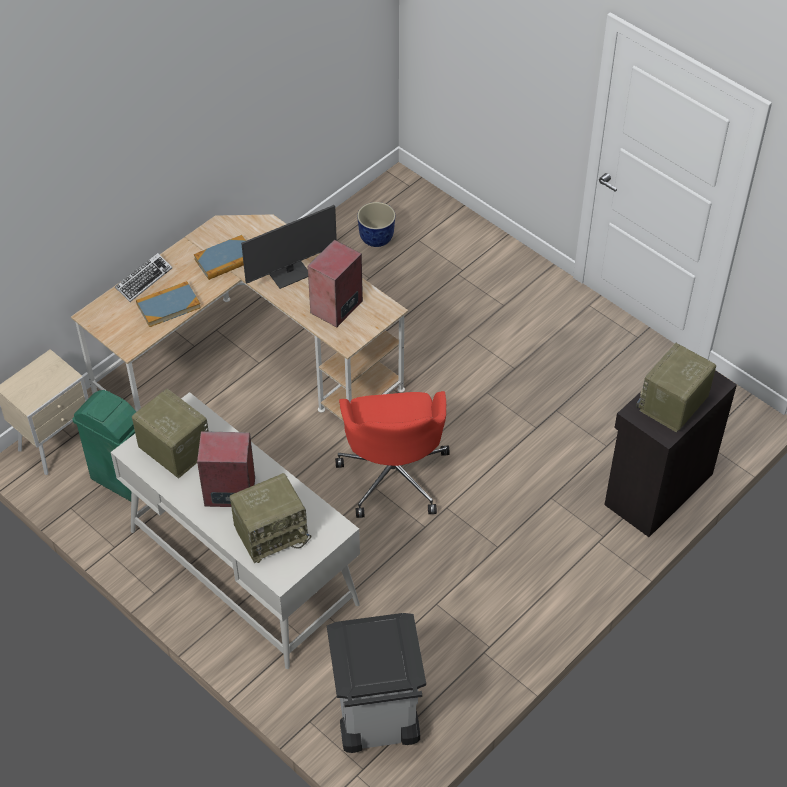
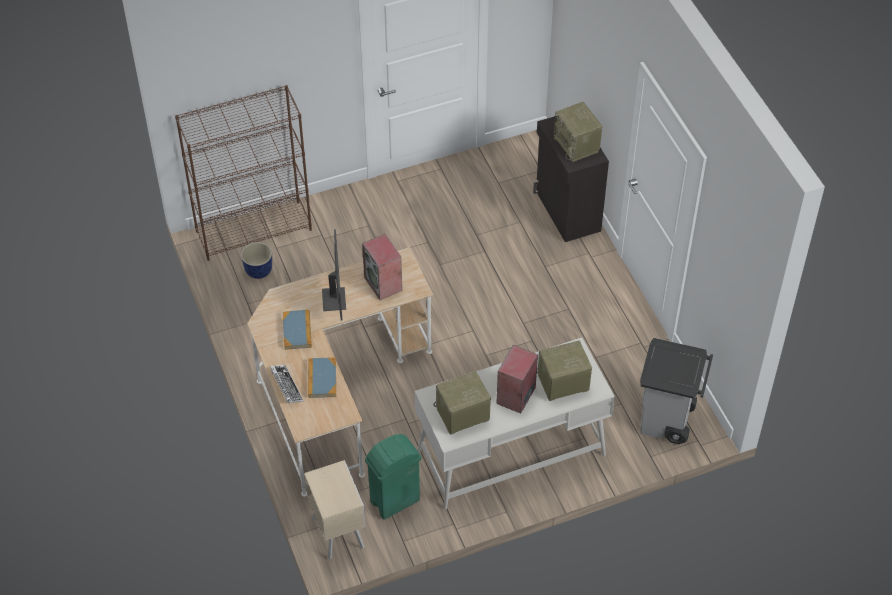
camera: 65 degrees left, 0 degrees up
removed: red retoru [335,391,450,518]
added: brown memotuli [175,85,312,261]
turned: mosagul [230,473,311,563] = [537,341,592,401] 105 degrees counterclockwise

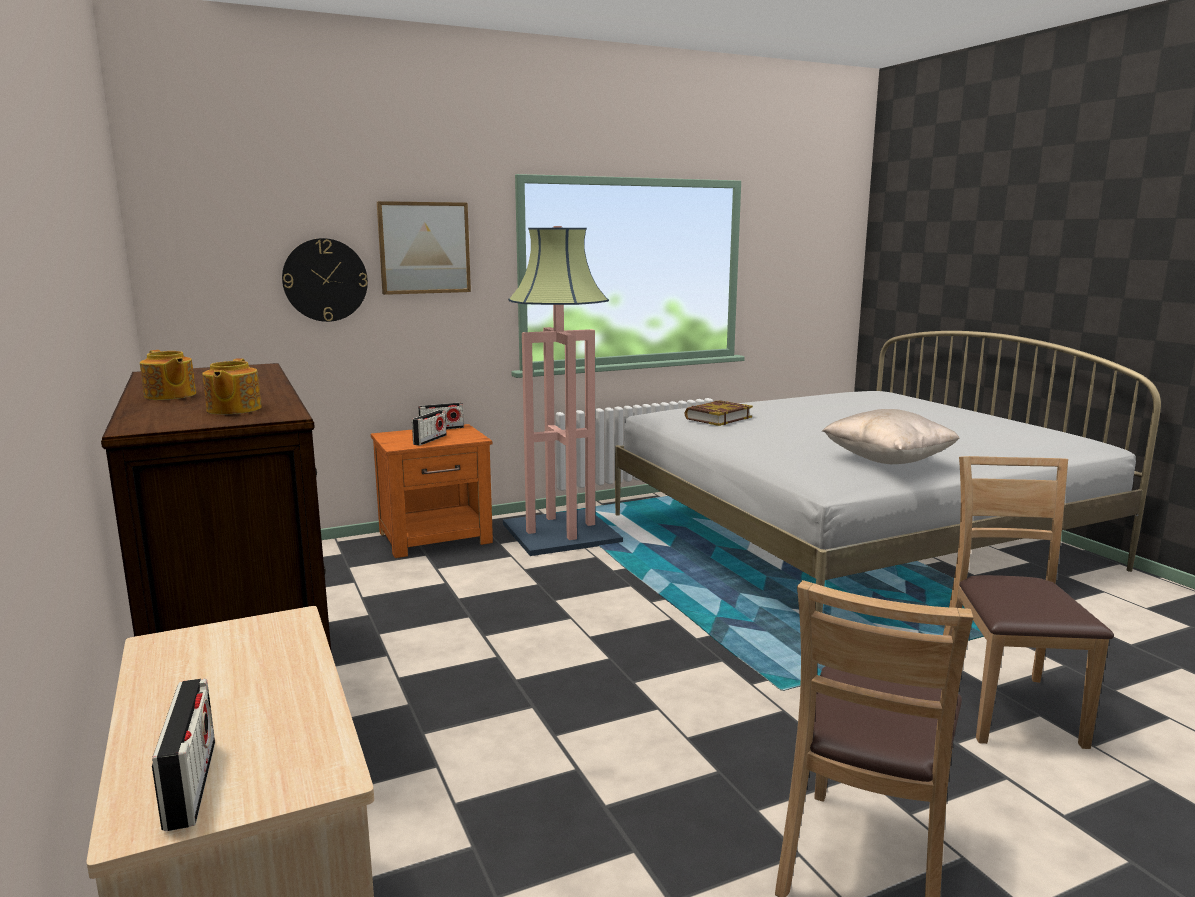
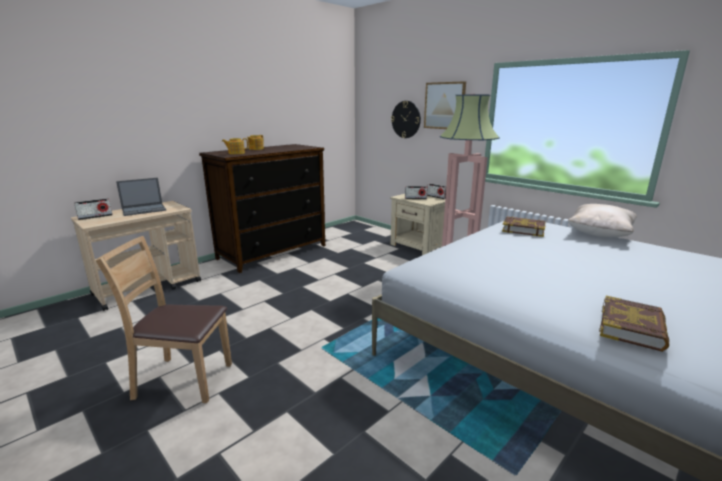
camera: 70 degrees right, 5 degrees up
removed: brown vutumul [943,456,1114,749]
added: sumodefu [116,178,166,216]; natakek [599,296,669,352]
moved: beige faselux [822,409,959,464] to [567,204,637,237]
recoloured: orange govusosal [371,424,493,558] to beige govusosal [390,194,445,255]

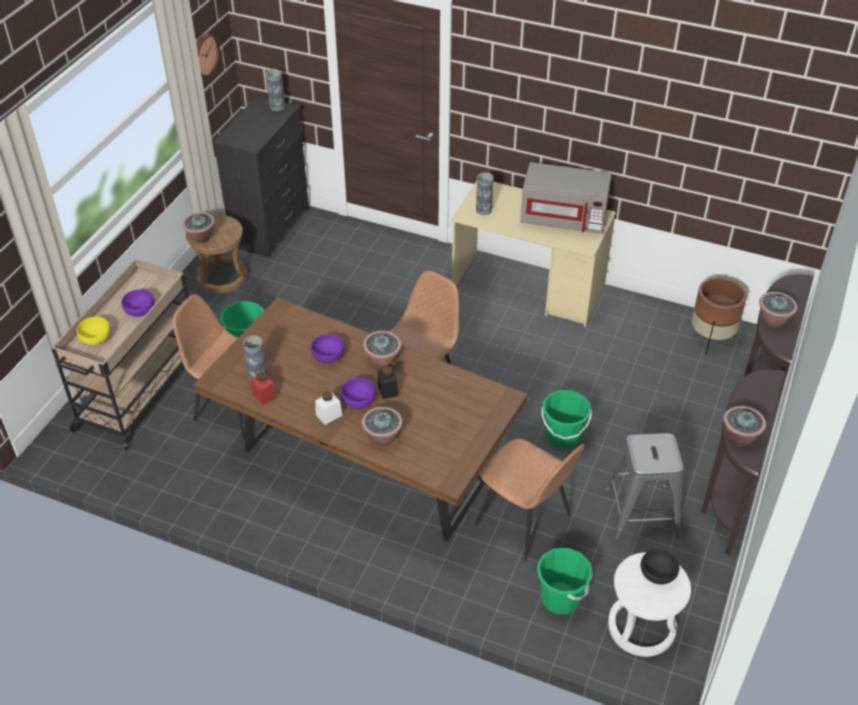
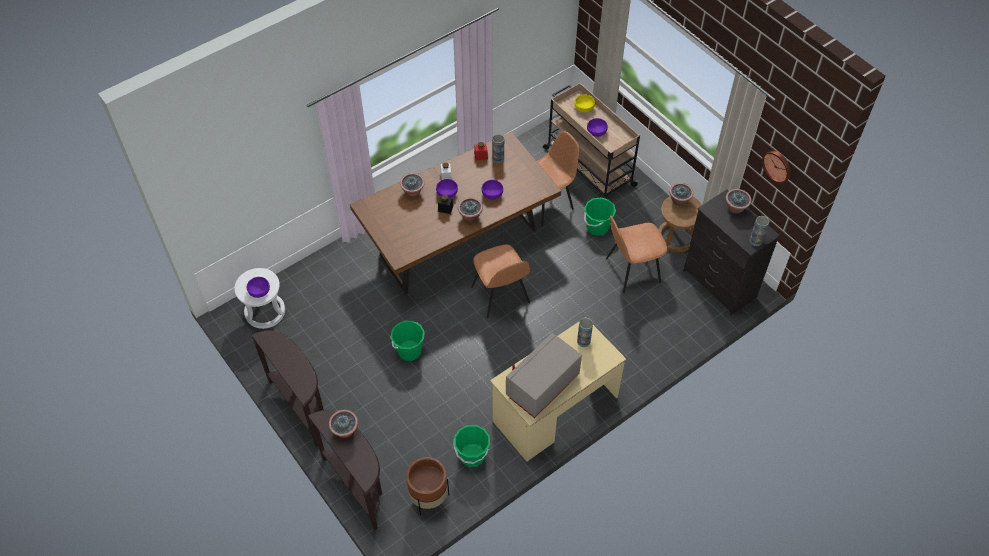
camera: 120 degrees right, 10 degrees up
removed: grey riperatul [605,433,684,540]
moved: brown vutumul [475,438,585,560] to [606,215,668,293]; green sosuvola [537,548,593,614] to [453,425,490,467]; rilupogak [723,406,766,446] to [726,189,751,214]
recoloured: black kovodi [641,549,680,584] to purple kovodi [247,277,270,298]

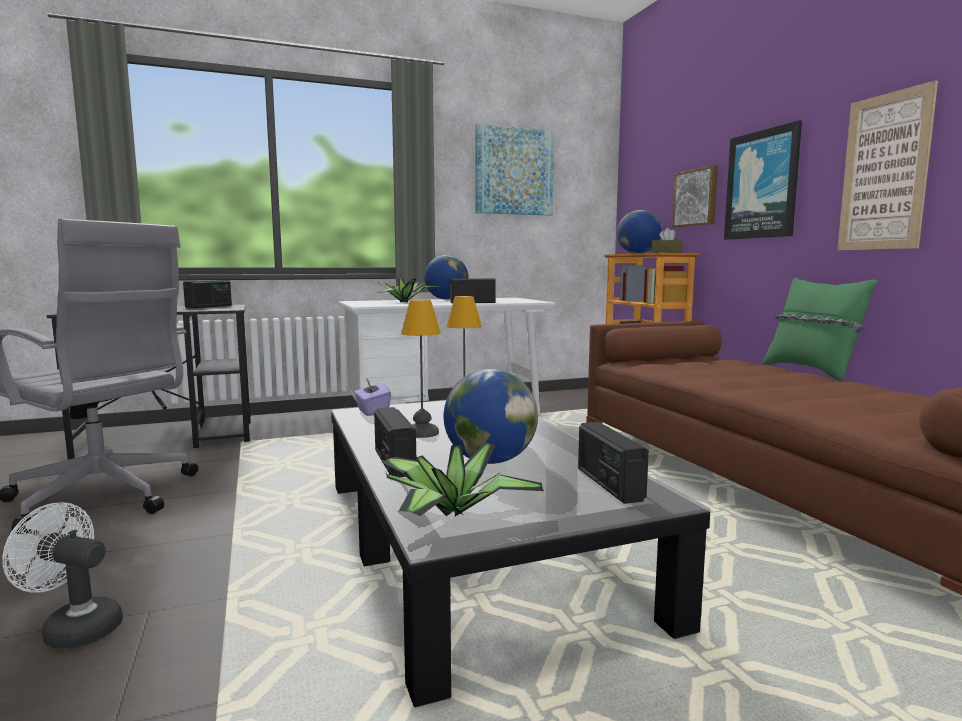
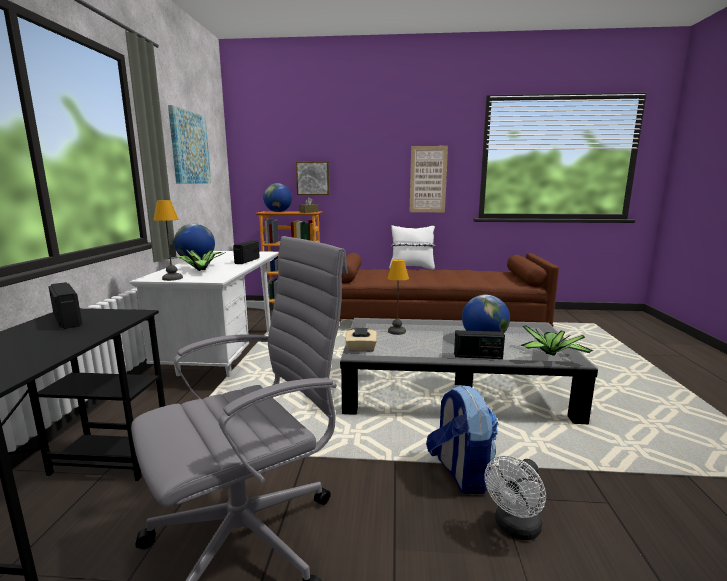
camera: 65 degrees left, 5 degrees up
removed: mosagul [578,422,649,504]; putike [724,120,802,240]
added: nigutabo [426,385,498,494]
moved: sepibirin [401,299,441,438] to [153,200,183,281]
recoloured: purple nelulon [354,378,391,416] to beige nelulon [345,327,377,352]; green faselux [762,277,877,381] to white faselux [389,225,436,270]

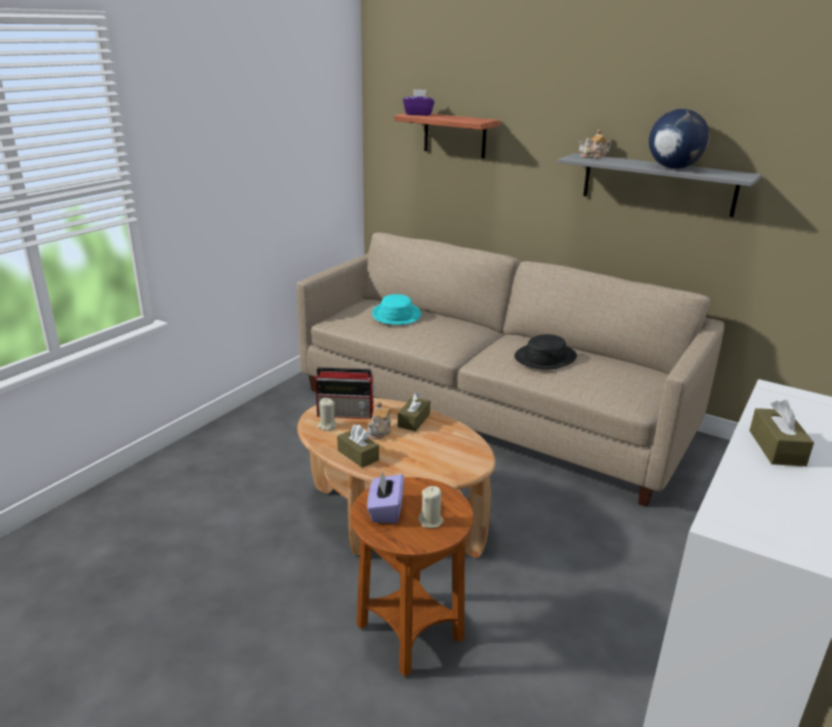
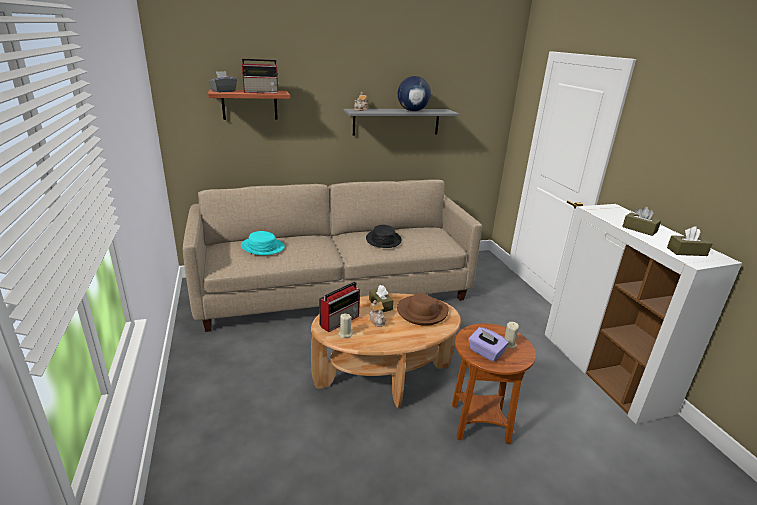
camera: 50 degrees left, 0 degrees up
added: mosagul [242,59,279,93]; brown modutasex [397,293,448,326]
moved: brown nelulon [337,425,379,468] to [667,226,712,256]
recoloured: purple nelulon [403,89,435,116] to grey nelulon [209,71,237,92]

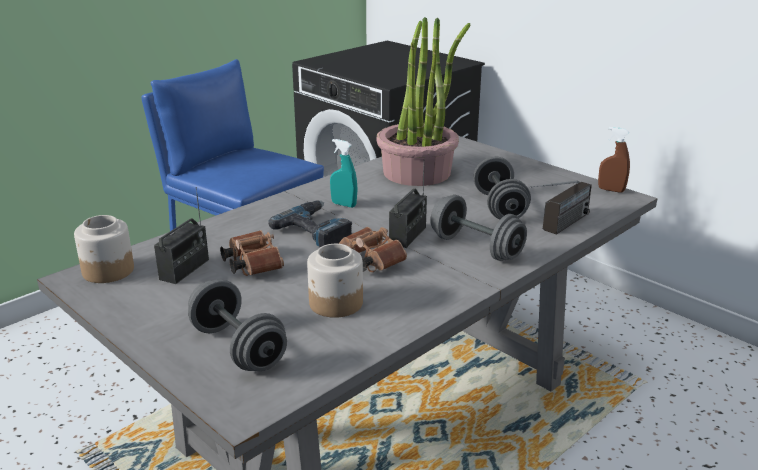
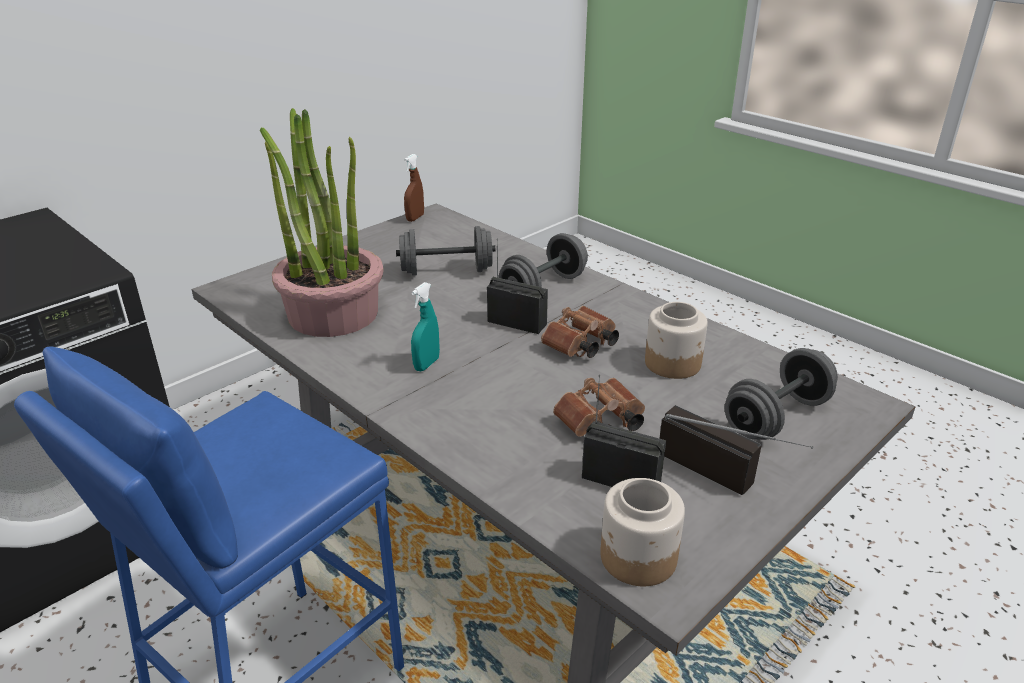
camera: 90 degrees left, 5 degrees up
removed: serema [268,200,353,247]
moved: mosagul [530,180,592,235] to [659,405,813,495]

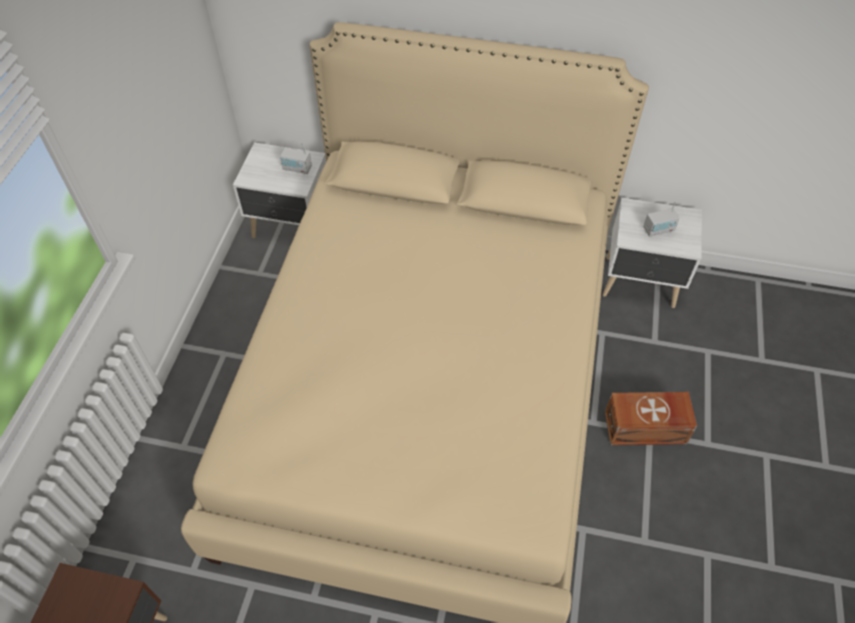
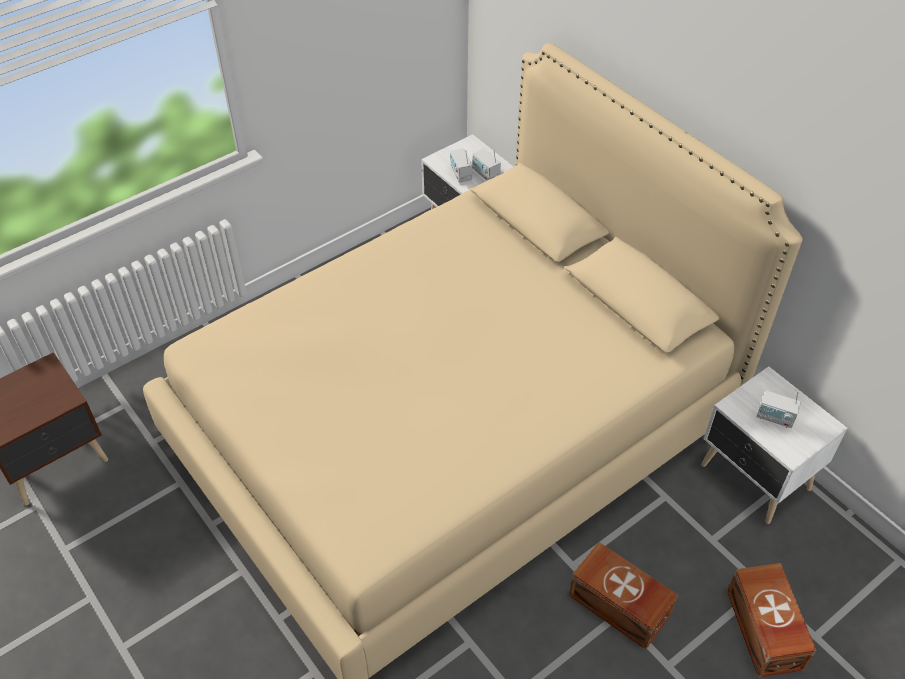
camera: 40 degrees right, 5 degrees down
added: mosagul [450,148,472,182]; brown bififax [727,563,816,677]

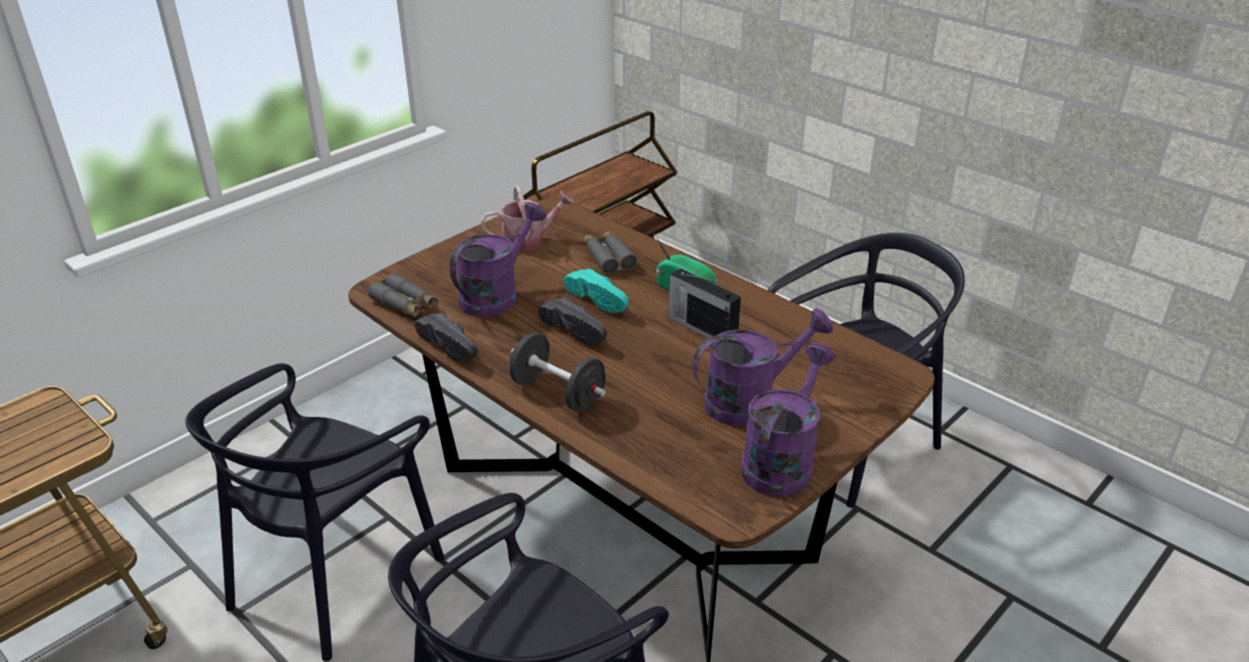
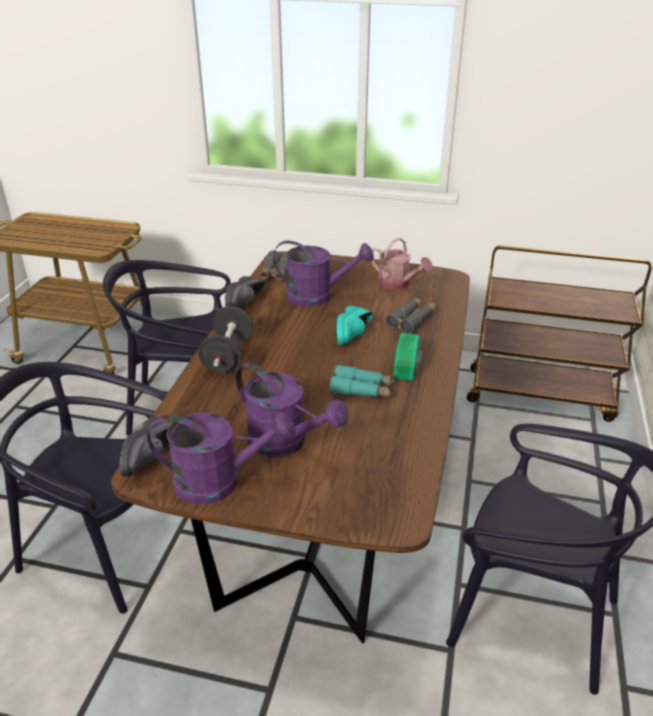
camera: 60 degrees right, 0 degrees up
moved: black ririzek [538,297,607,345] to [119,417,174,477]
replaced: mosagul [669,268,741,338] to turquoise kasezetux [330,365,394,397]

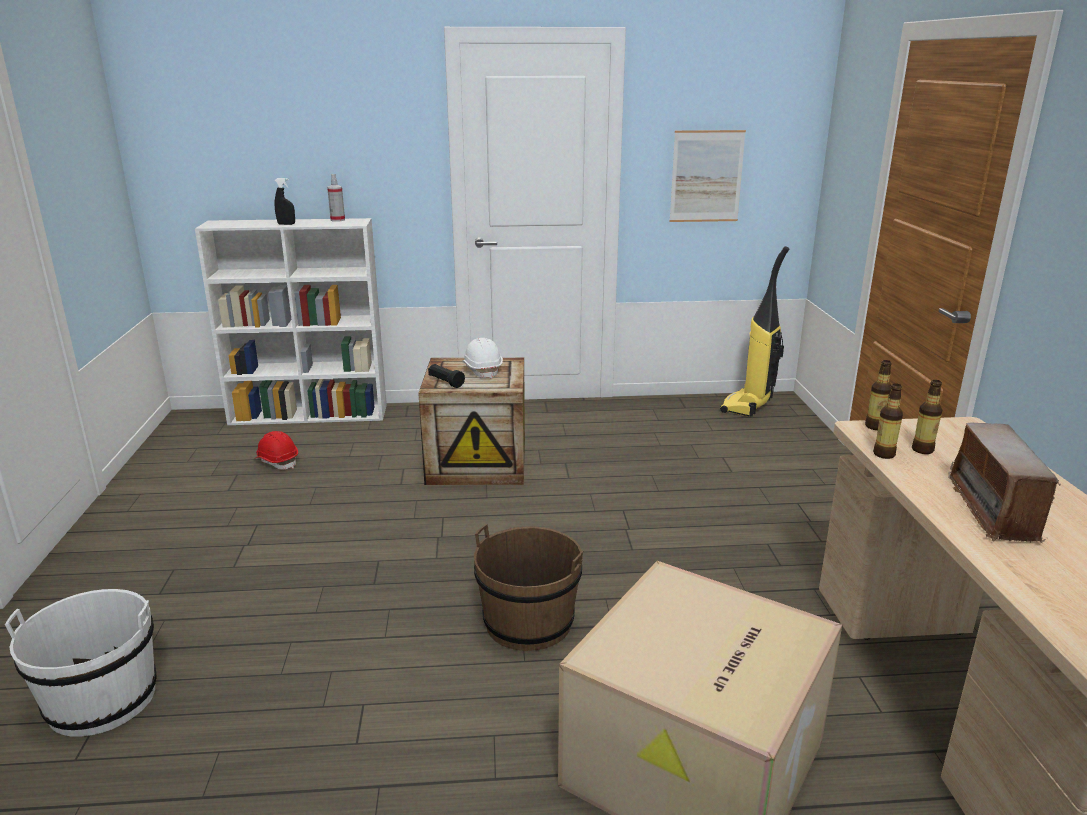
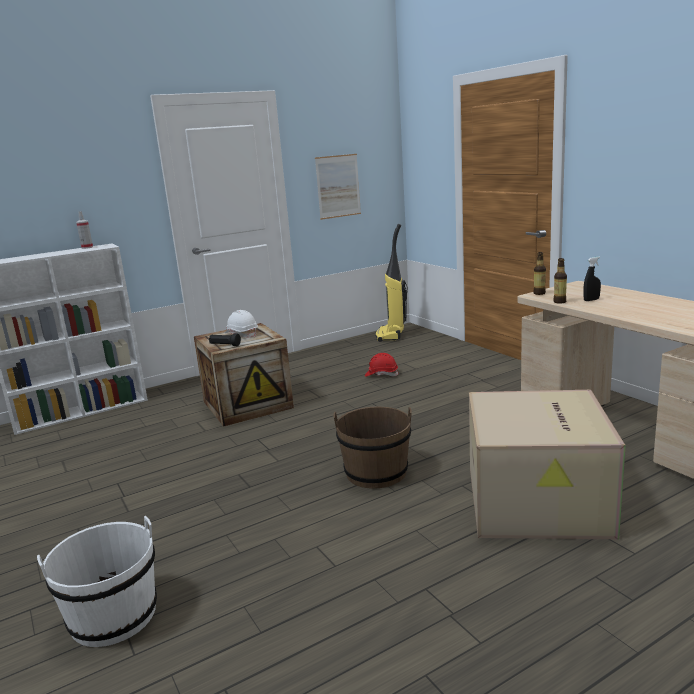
camera: 25 degrees left, 5 degrees down
removed: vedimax [912,380,942,454]; mosagul [948,423,1061,543]
moved: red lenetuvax [254,431,298,470] to [365,353,399,377]; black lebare [275,178,295,225] to [583,257,601,301]

